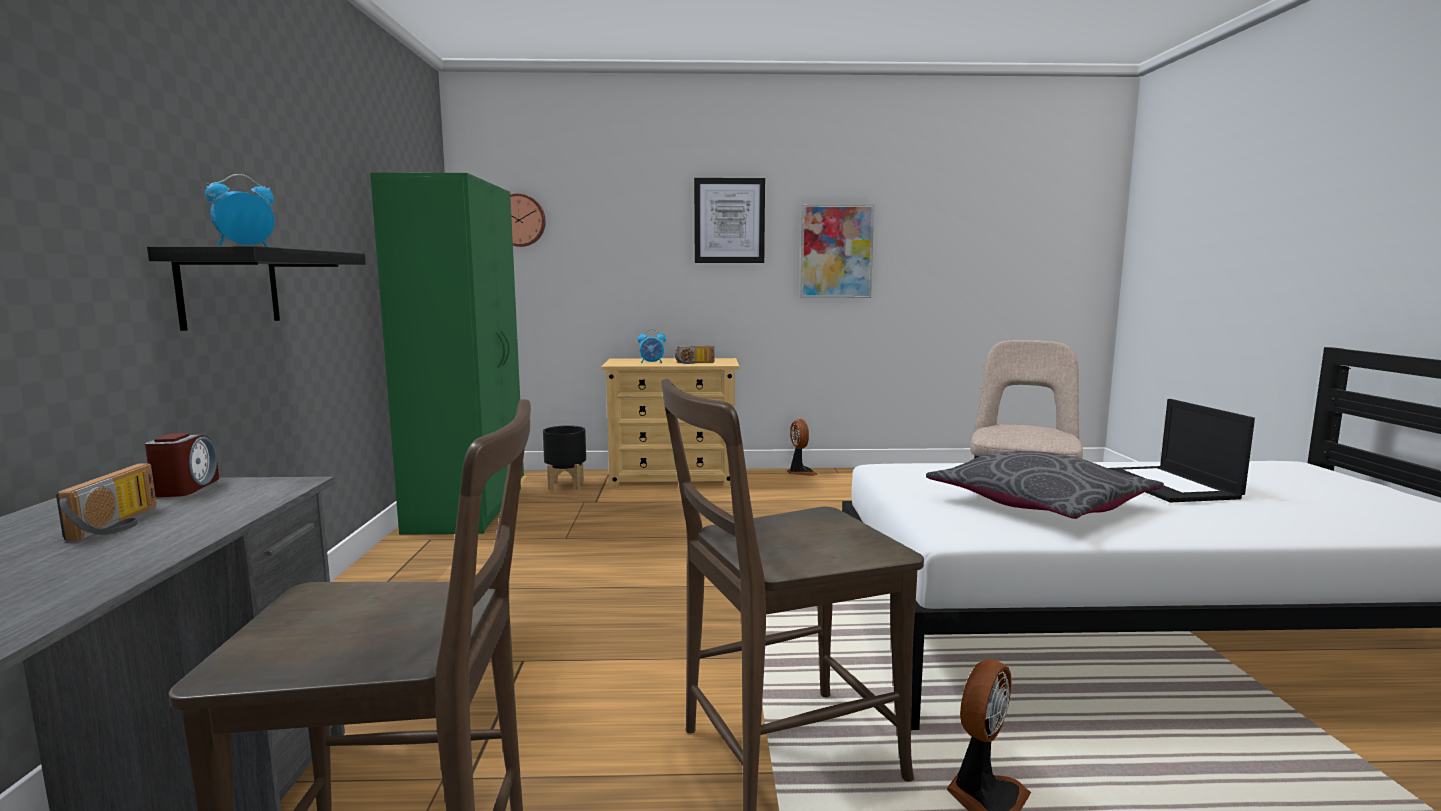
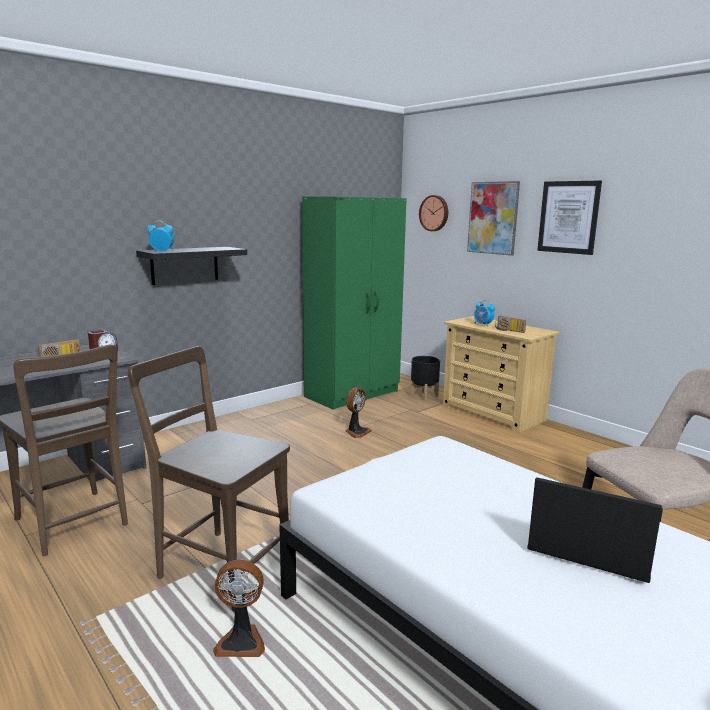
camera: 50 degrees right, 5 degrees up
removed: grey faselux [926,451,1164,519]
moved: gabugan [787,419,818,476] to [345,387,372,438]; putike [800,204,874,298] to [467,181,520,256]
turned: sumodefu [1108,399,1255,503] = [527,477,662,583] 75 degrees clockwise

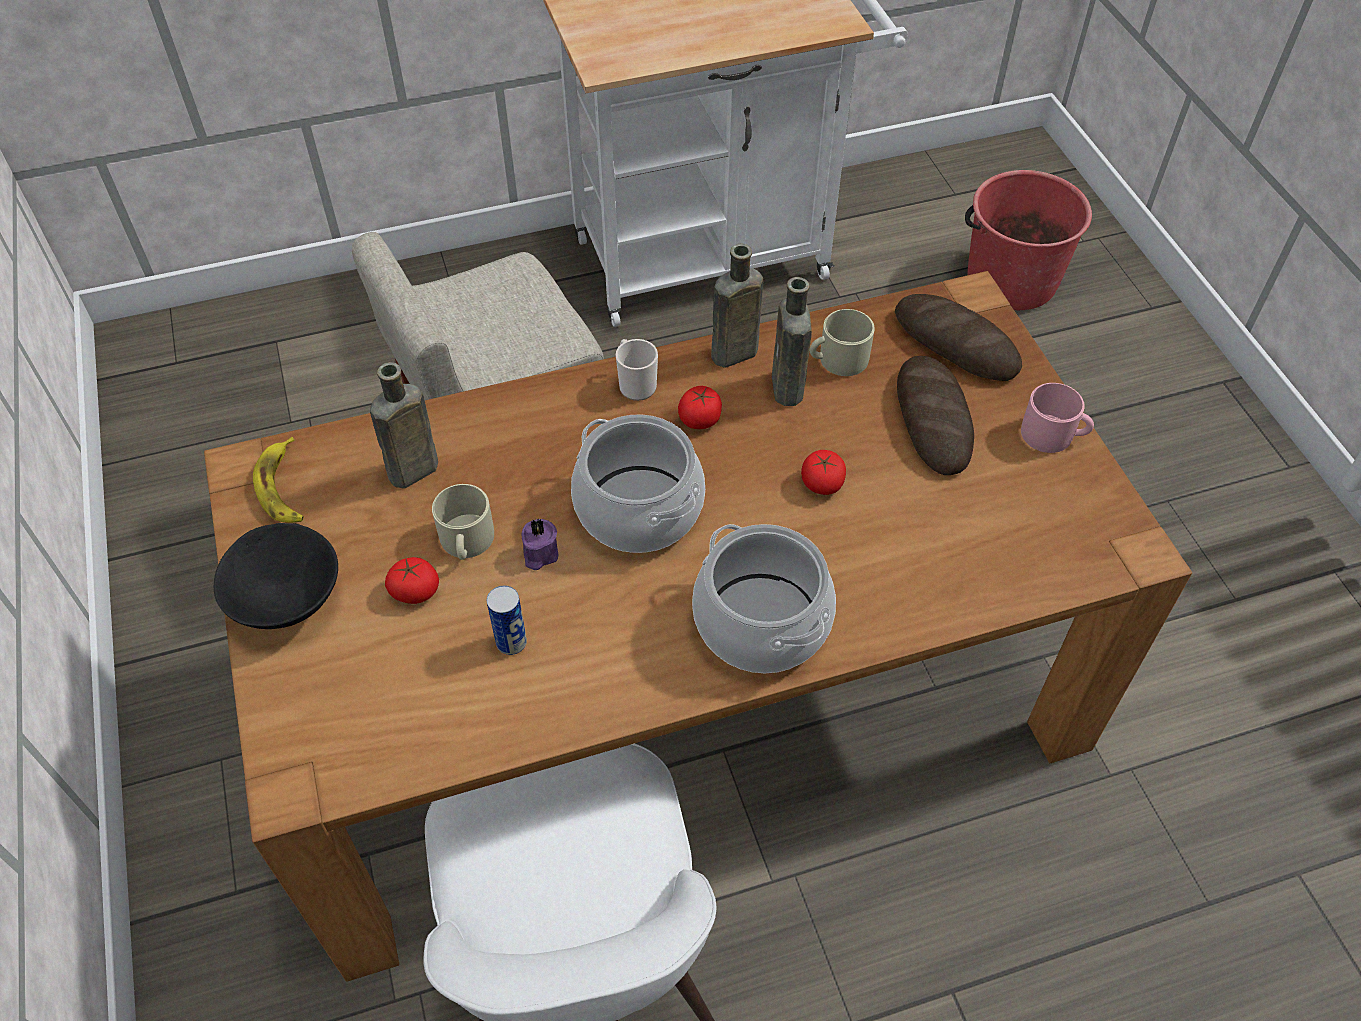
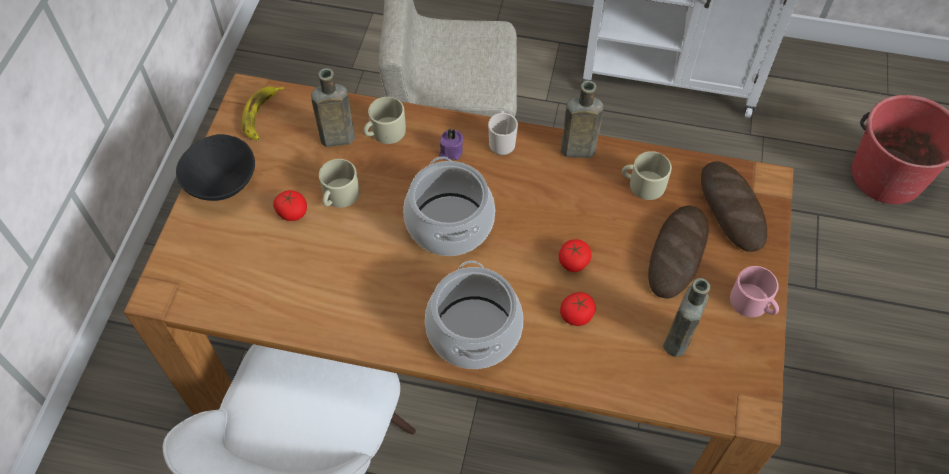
camera: 30 degrees right, 5 degrees up
removed: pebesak [487,586,527,655]
added: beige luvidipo [363,97,406,144]
moved: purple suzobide [522,518,558,570] to [439,128,463,160]; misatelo [678,386,722,429] to [560,292,596,326]; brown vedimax [772,277,812,406] to [663,278,710,357]

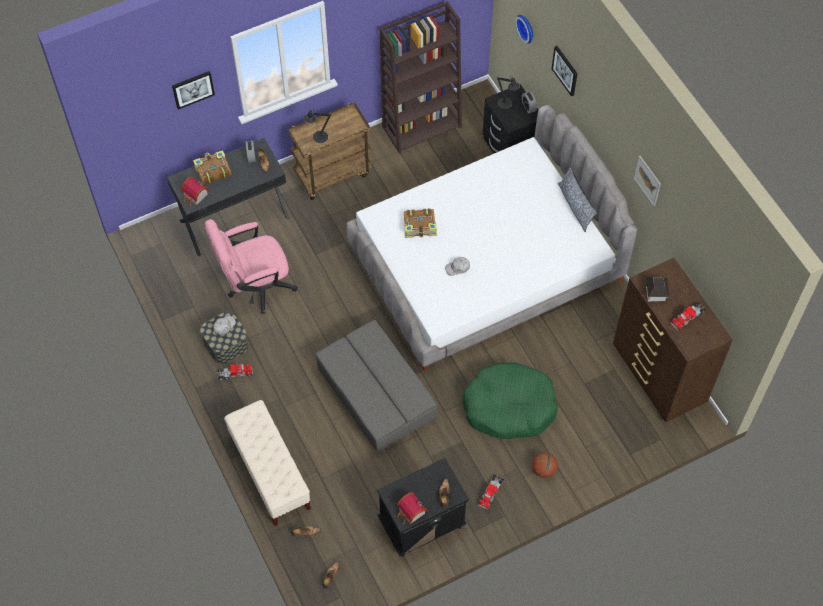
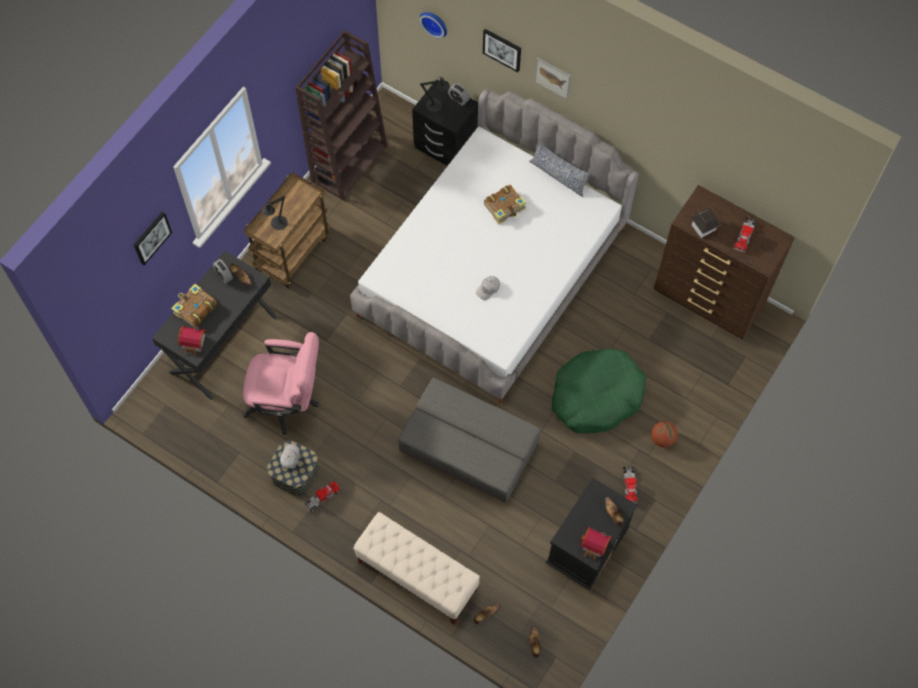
camera: 30 degrees left, 5 degrees up
moved: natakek [404,208,437,238] to [484,185,526,224]; putike [634,156,661,206] to [534,57,571,99]
turned: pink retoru [204,219,298,314] = [243,332,319,435] 120 degrees counterclockwise

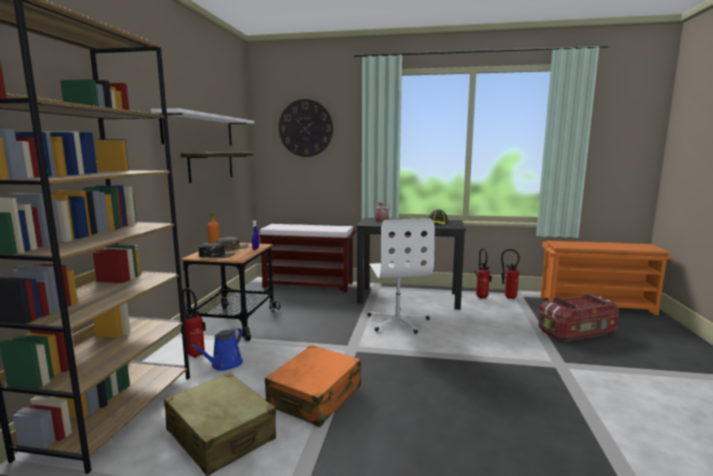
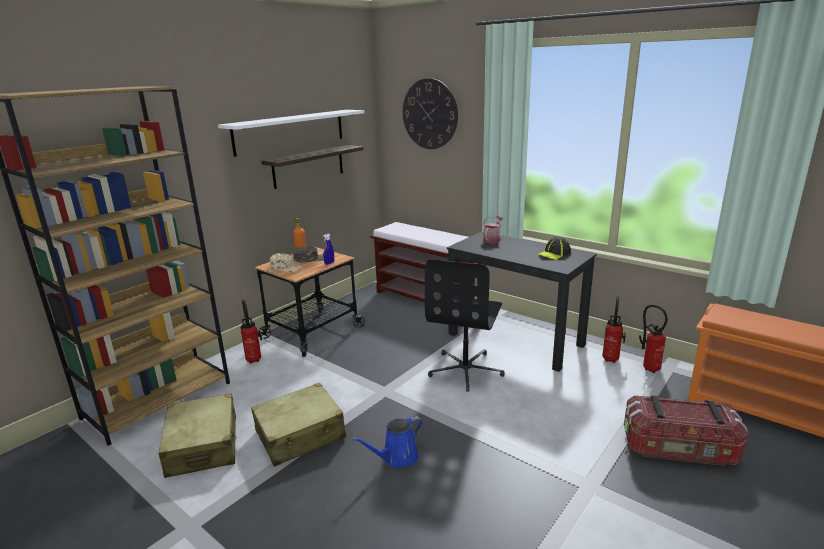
camera: 30 degrees right, 10 degrees up
moved: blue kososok [190,328,243,371] to [352,416,423,468]
recoloured: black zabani [199,243,235,258] to beige zabani [270,253,303,273]; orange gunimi [265,345,361,427] to beige gunimi [251,383,346,467]; white retoru [367,218,435,334] to black retoru [425,259,505,392]

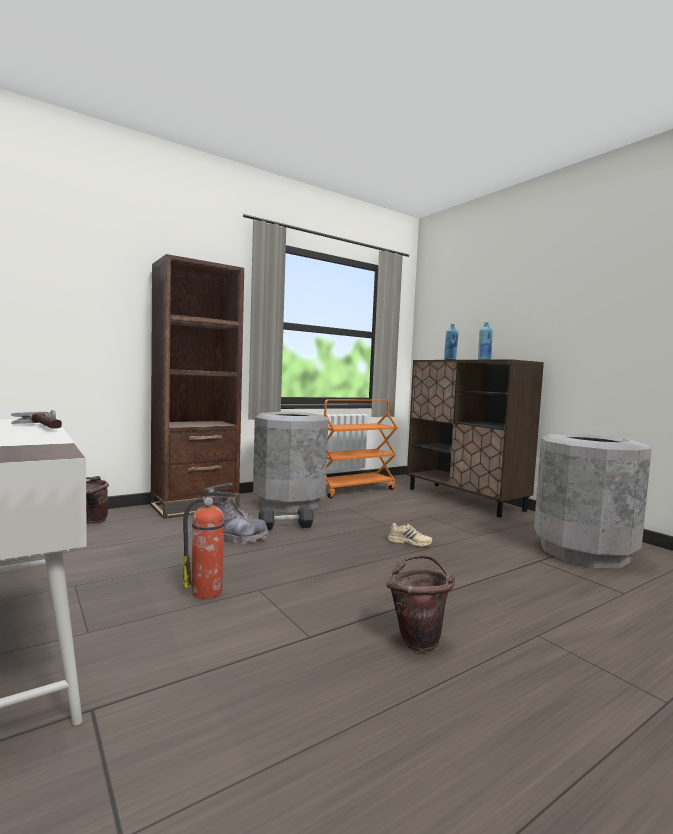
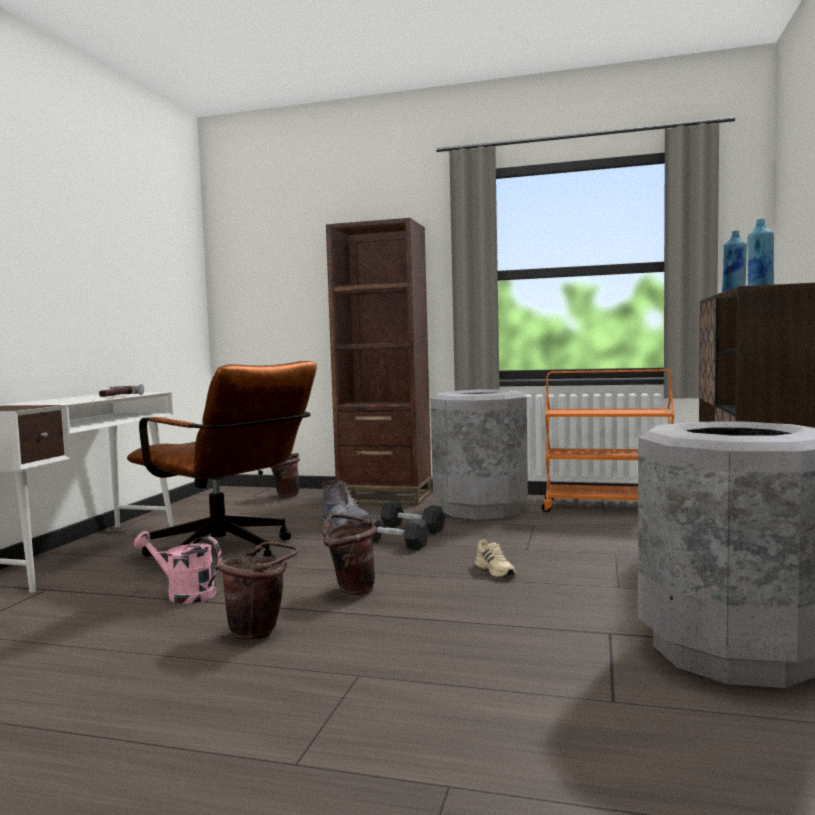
camera: 50 degrees right, 0 degrees up
added: pink kososok [134,531,222,604]; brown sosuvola [322,514,377,595]; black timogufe [360,514,429,550]
replaced: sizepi [183,483,237,599] to brown retoru [127,361,317,558]

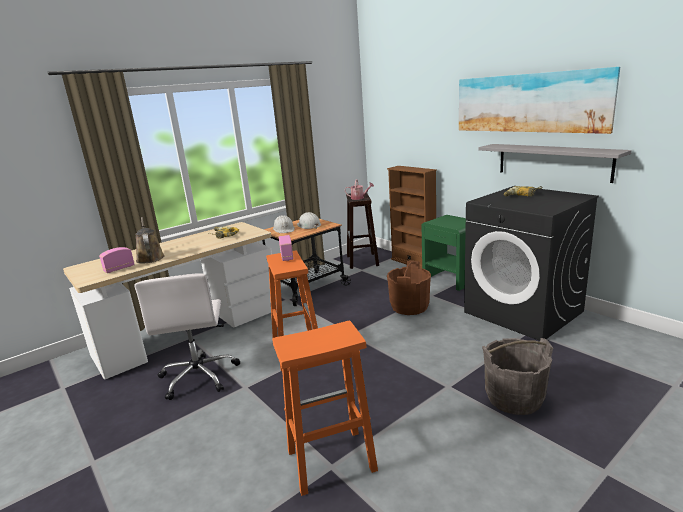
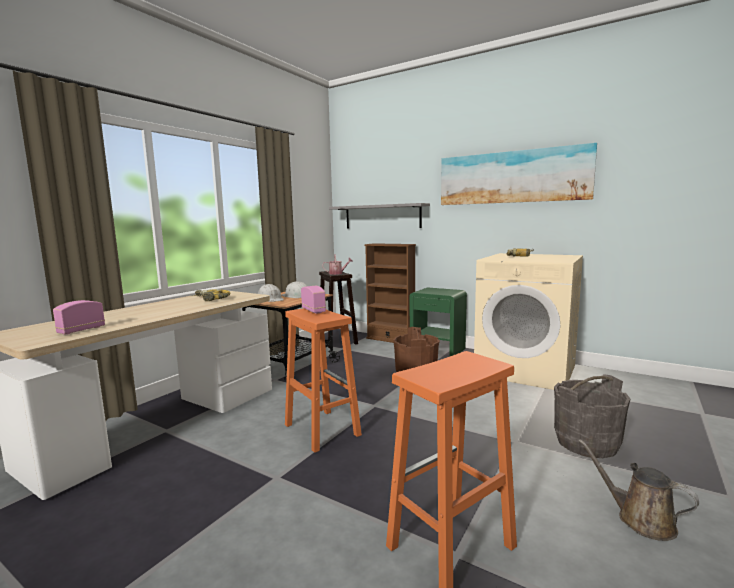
camera: 20 degrees left, 10 degrees down
removed: white retoru [134,273,240,400]
moved: brown kososok [135,217,165,263] to [579,439,699,541]; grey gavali [478,144,632,183] to [329,203,430,229]
recoloured: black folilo [464,186,599,341] to beige folilo [474,253,583,390]

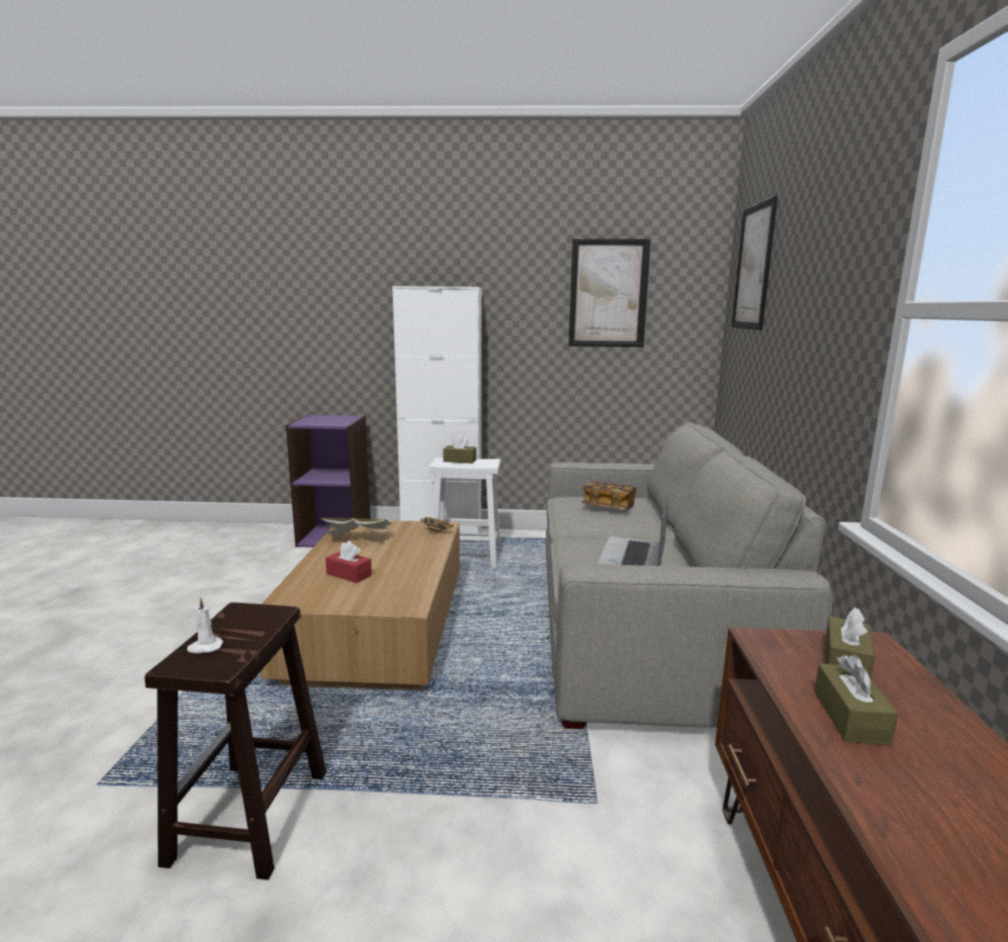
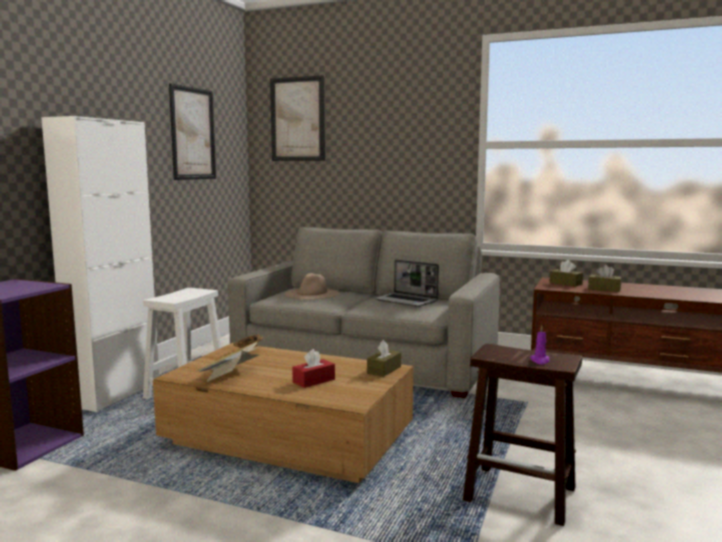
camera: 70 degrees left, 5 degrees down
moved: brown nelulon [443,435,477,463] to [367,340,401,377]
replaced: natakek [582,481,636,510] to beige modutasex [285,273,339,299]
recoloured: white suzobide [187,597,224,653] to purple suzobide [530,325,550,364]

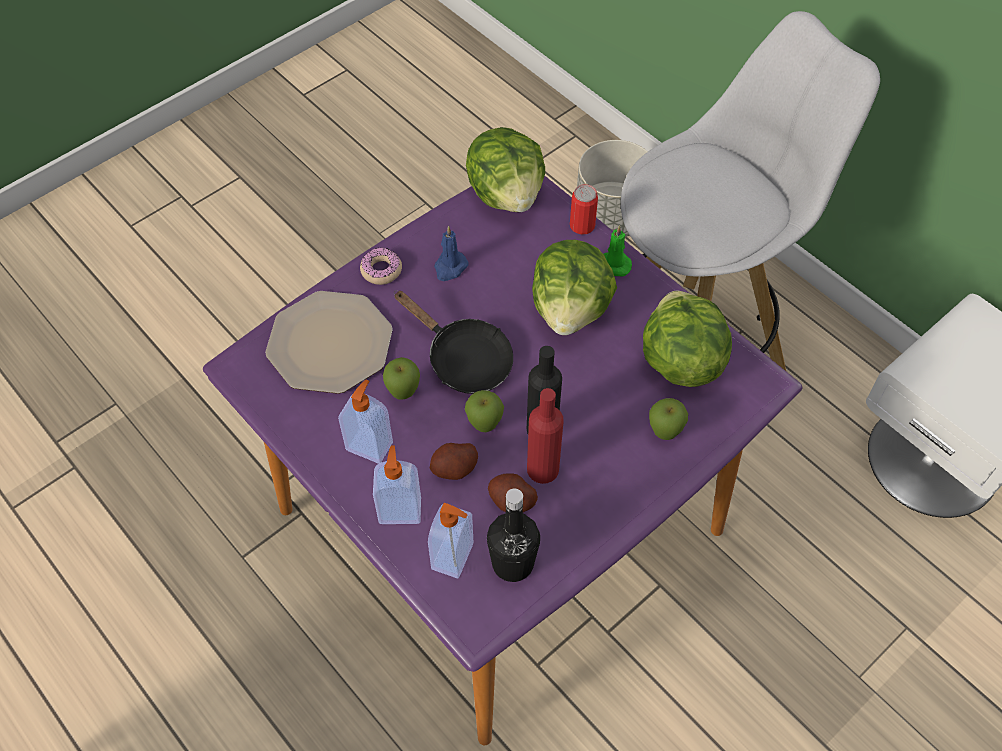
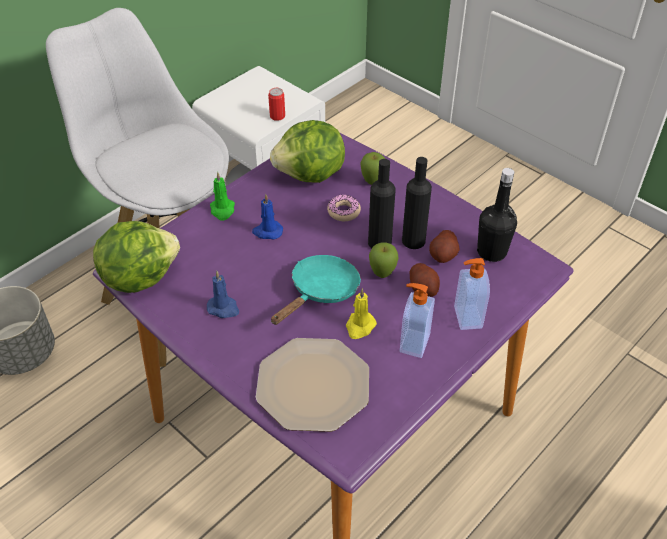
camera: 95 degrees left, 10 degrees down
removed: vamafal [428,503,473,579]
moved: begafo [360,247,402,285] to [327,195,361,221]; pebesak [570,184,598,235] to [268,88,285,121]
replaced: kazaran [383,357,420,400] to yellow suzobide [346,288,377,339]; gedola [532,240,617,335] to blue suzobide [252,194,283,239]
recoloured: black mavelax [394,291,513,394] to turquoise mavelax [271,255,361,325]; red vedimax [527,388,564,484] to black vedimax [402,157,432,249]

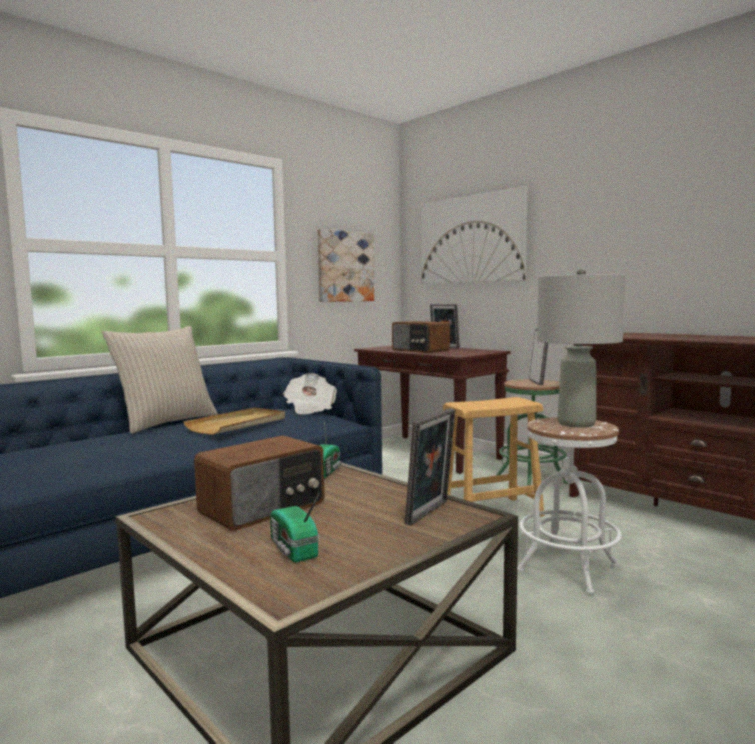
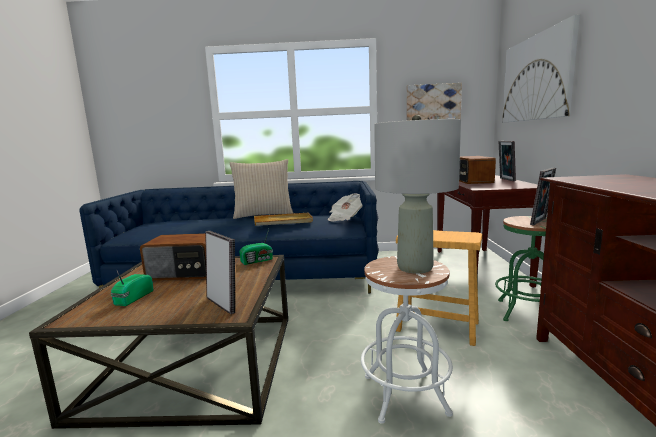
camera: 45 degrees right, 5 degrees up
turned: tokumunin [405,408,455,526] = [205,231,235,314] 120 degrees counterclockwise

